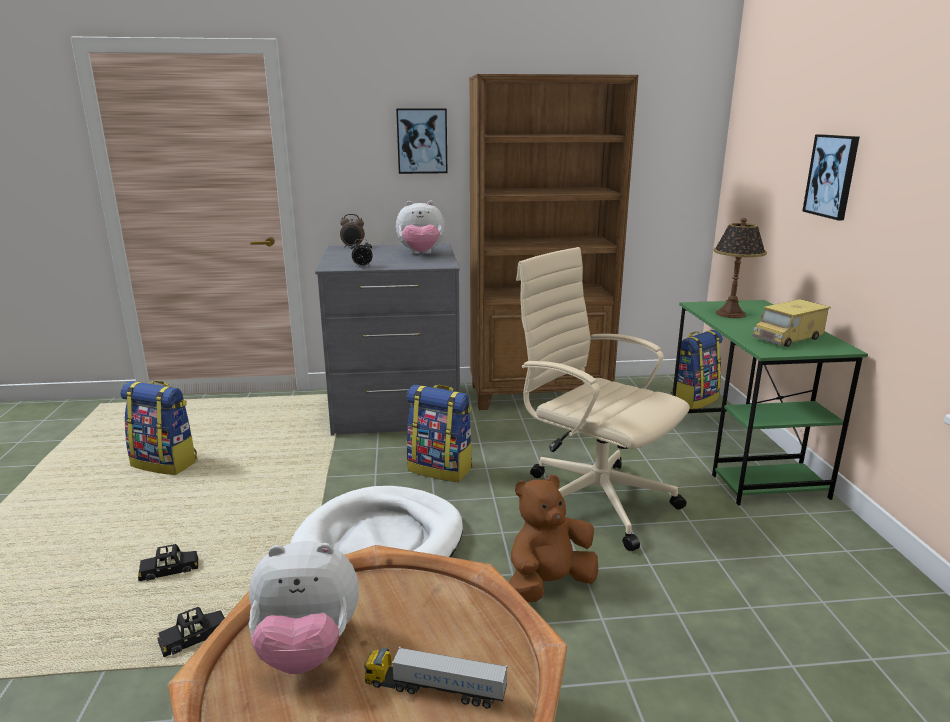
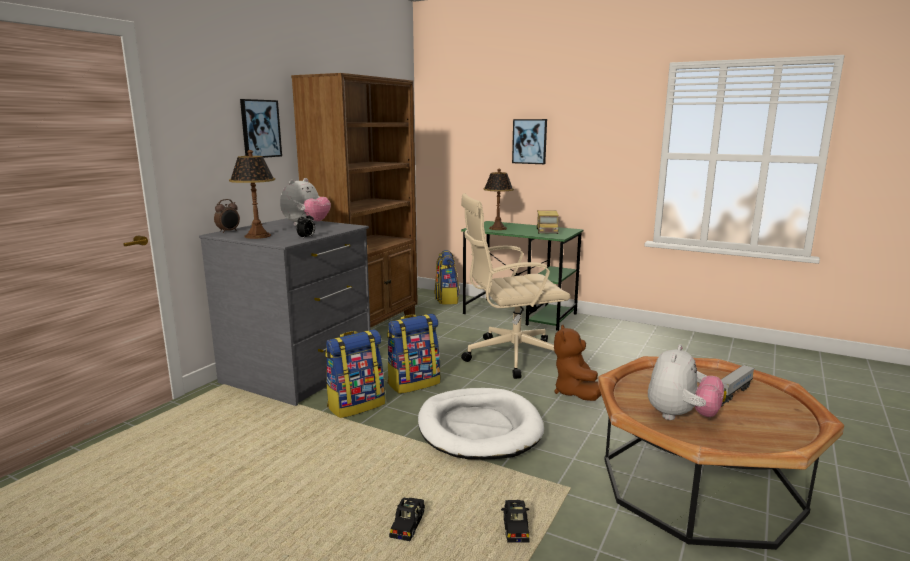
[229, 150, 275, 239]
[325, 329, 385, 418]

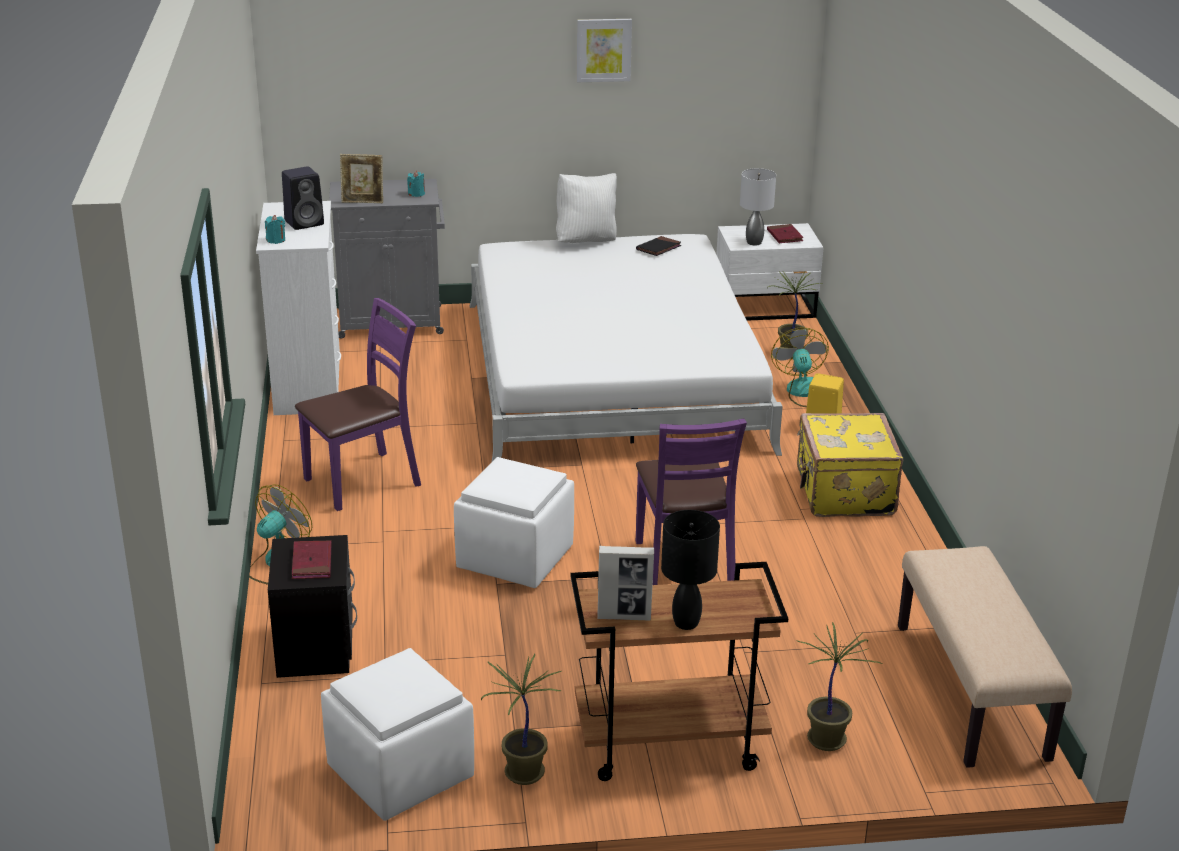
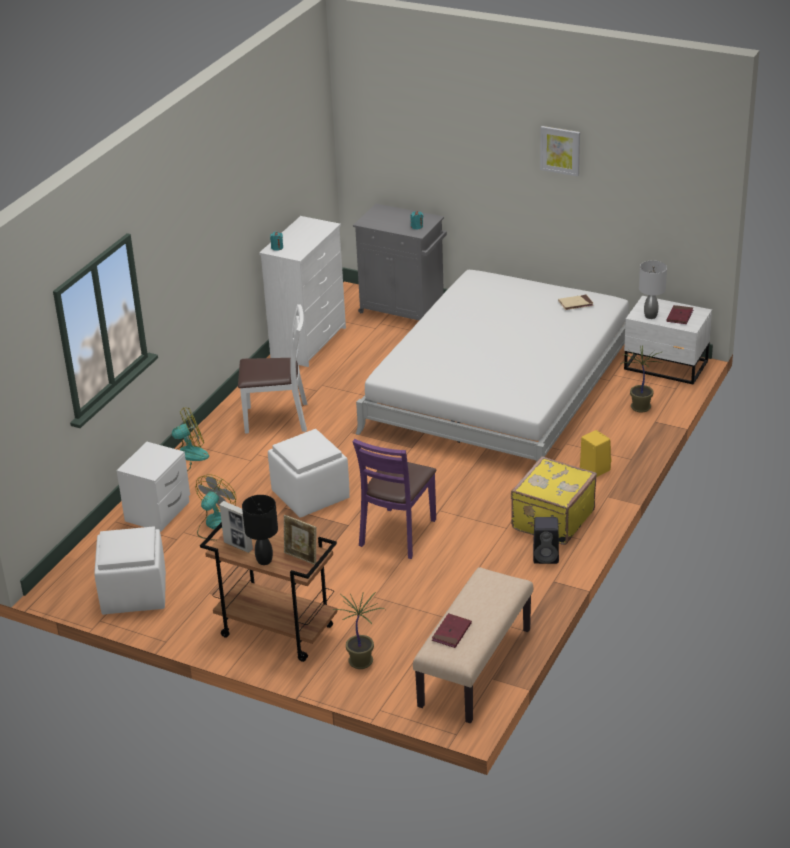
[117, 442, 190, 532]
[196, 474, 236, 541]
[238, 304, 307, 434]
[284, 515, 316, 565]
[432, 613, 472, 648]
[533, 517, 559, 564]
[558, 295, 594, 310]
[481, 654, 562, 785] (first image)
[556, 173, 617, 243] (first image)

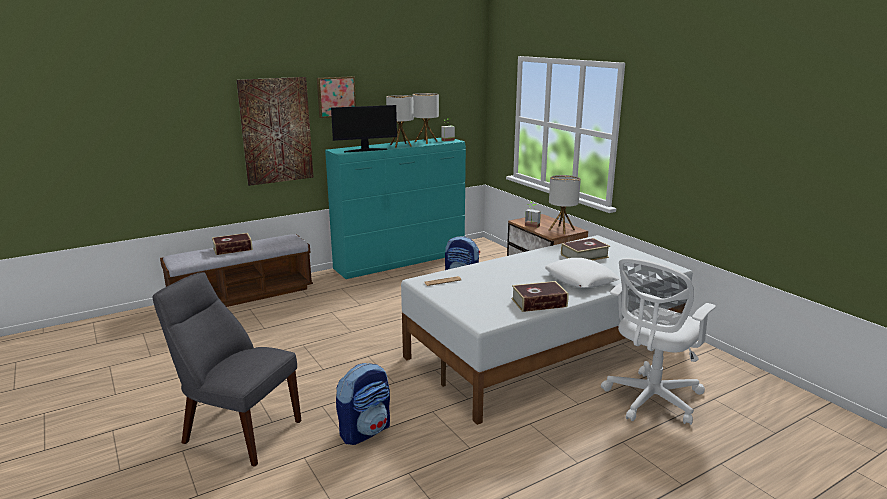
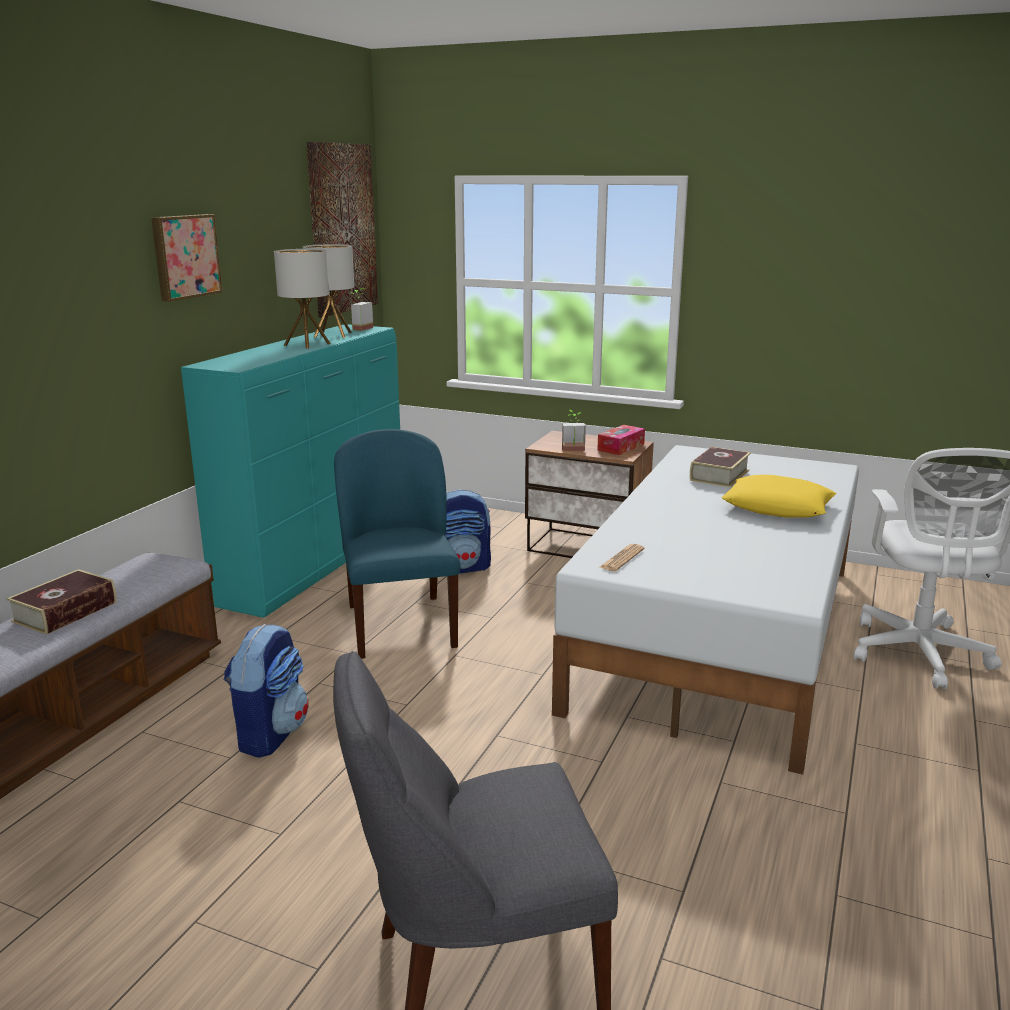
[224, 624, 309, 758]
[306, 142, 378, 317]
[334, 429, 461, 659]
[597, 425, 645, 455]
[722, 475, 836, 518]
[331, 105, 397, 152] (first image)
[511, 281, 568, 312] (first image)

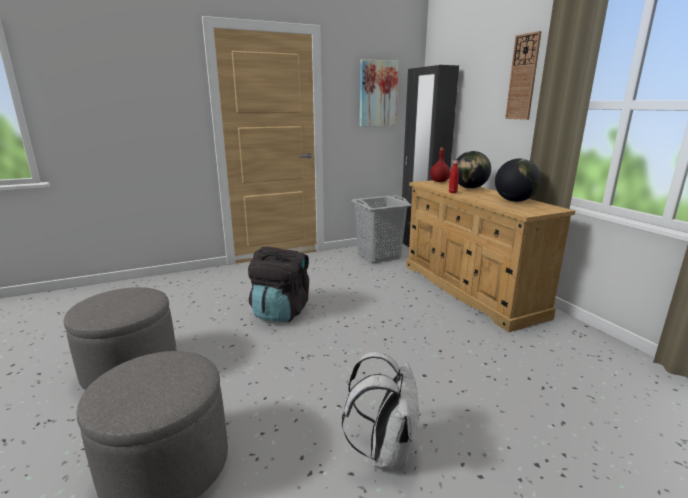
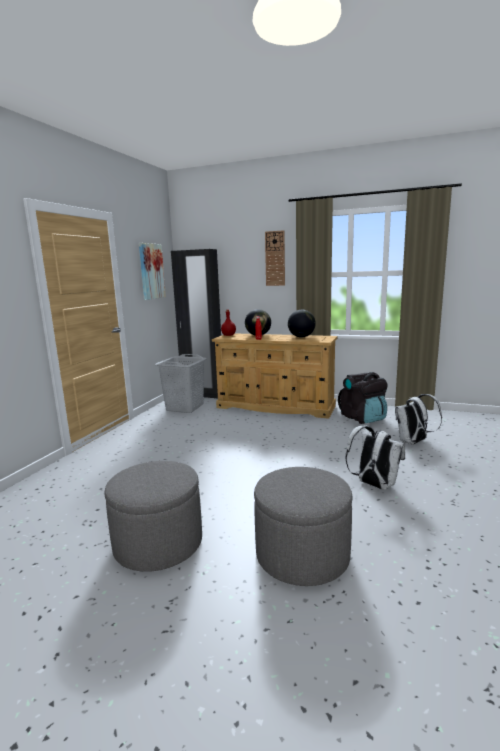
[338, 372, 387, 424]
[395, 394, 442, 445]

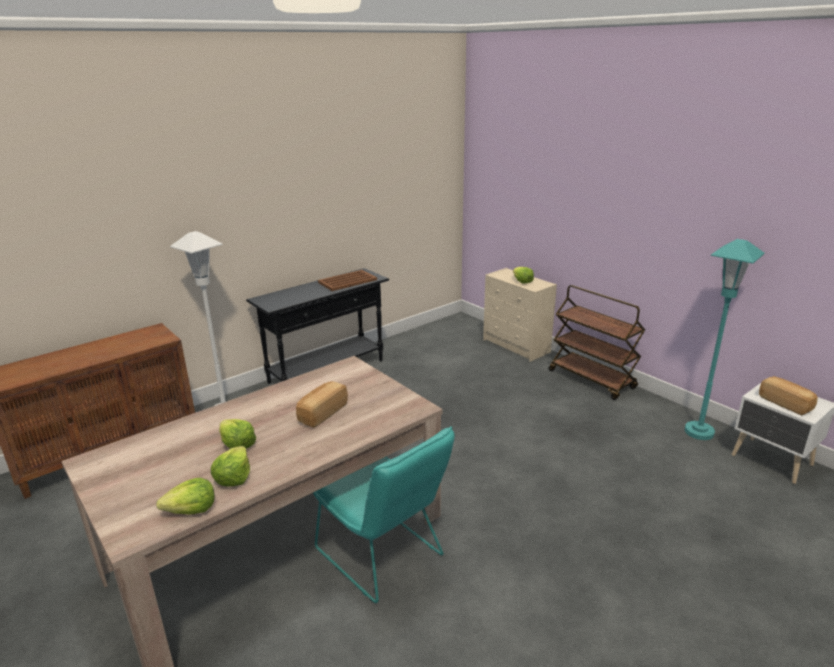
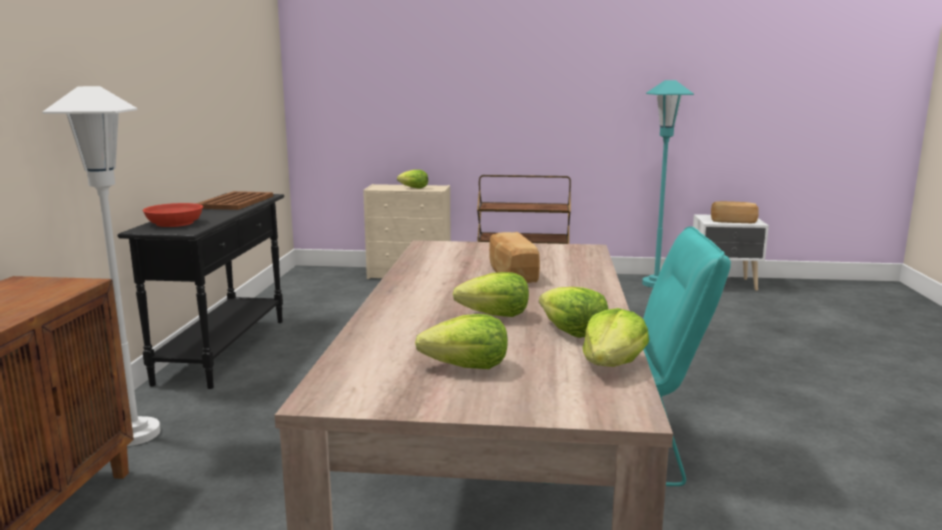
[142, 203, 203, 227]
[415, 314, 508, 369]

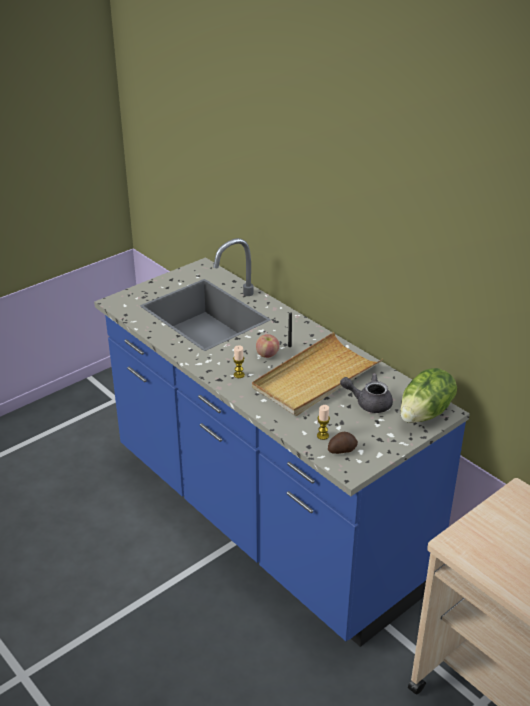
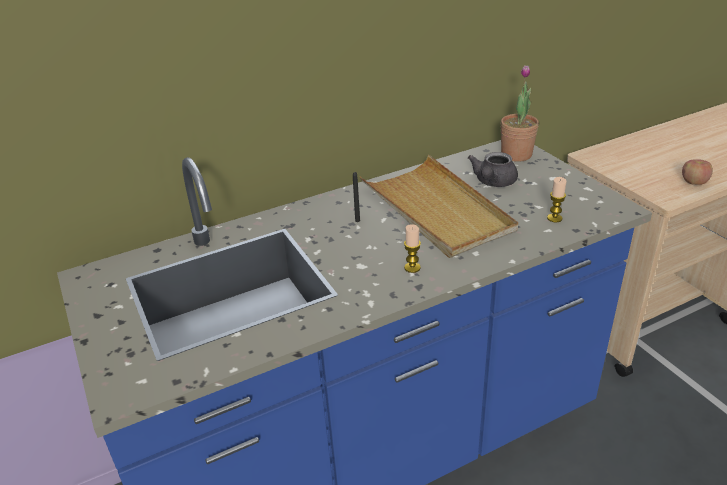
[501, 65, 539, 162]
[682, 159, 713, 185]
[328, 432, 358, 454] (first image)

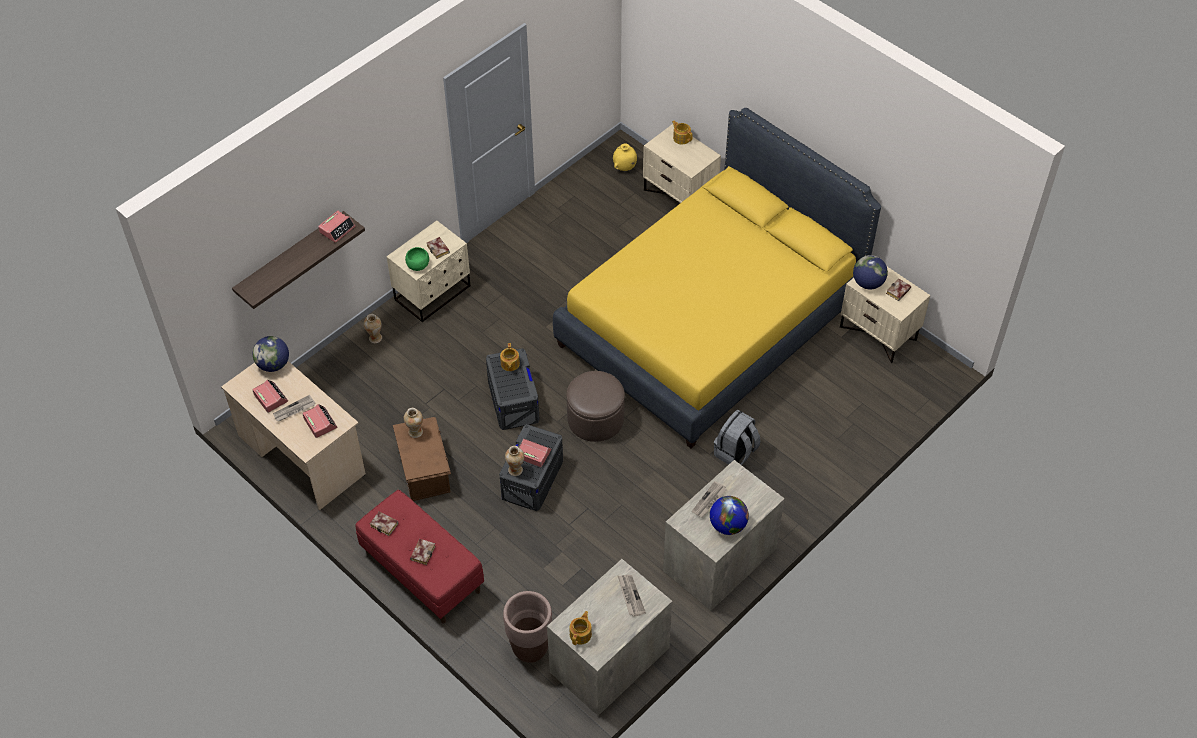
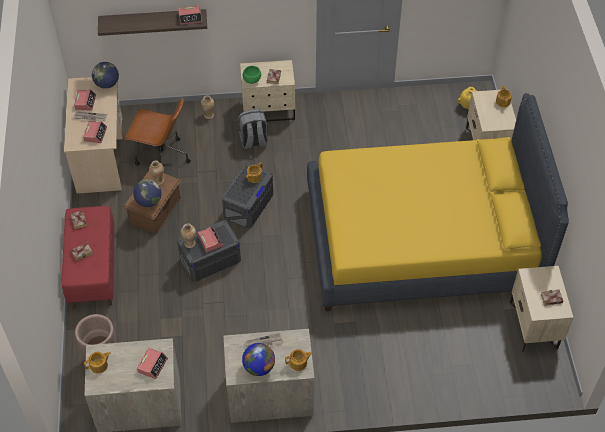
[125, 98, 191, 166]
[133, 179, 162, 207]
[137, 348, 168, 379]
[238, 109, 268, 149]
[285, 349, 313, 371]
[566, 371, 625, 442] (first image)

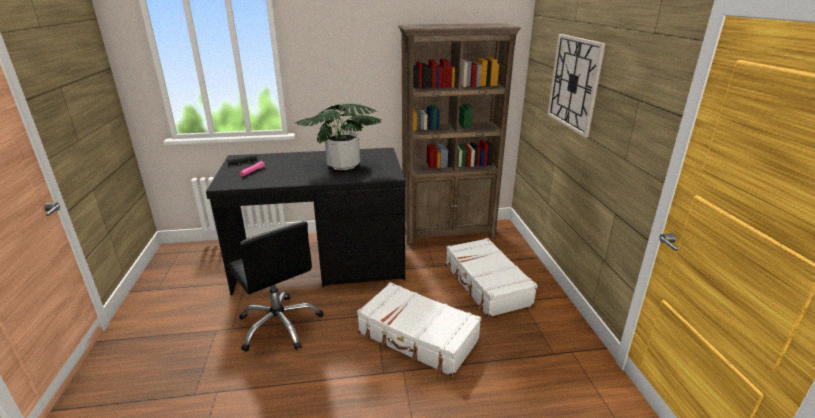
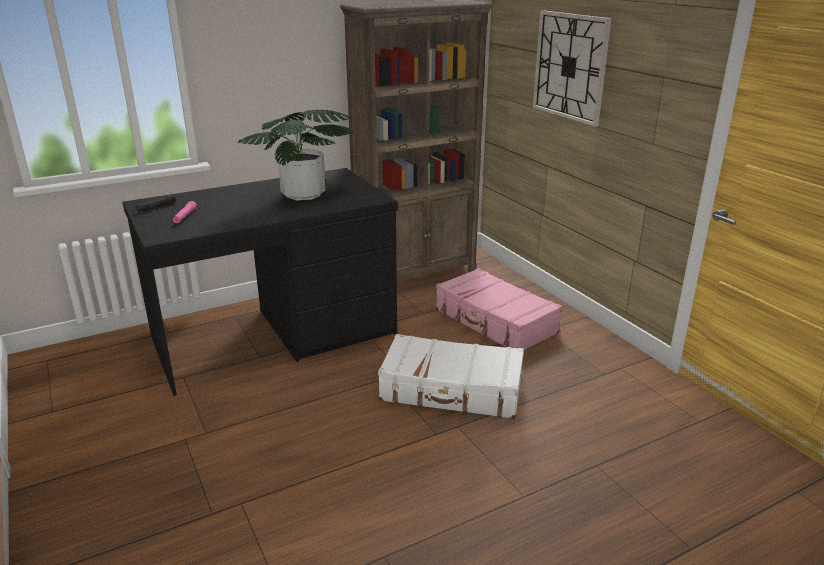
[436, 268, 562, 350]
[227, 221, 323, 352] (first image)

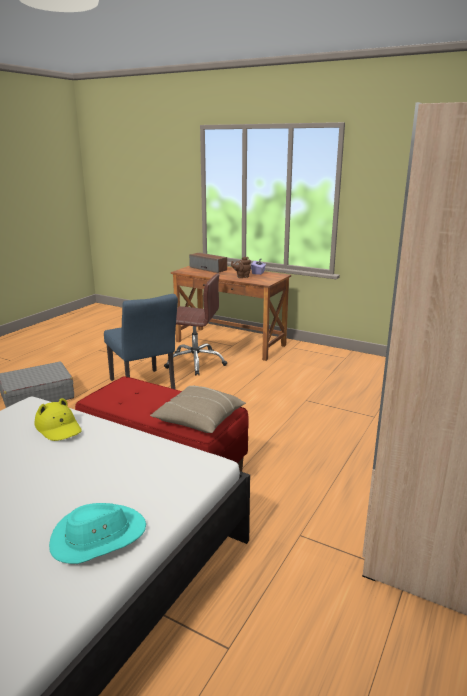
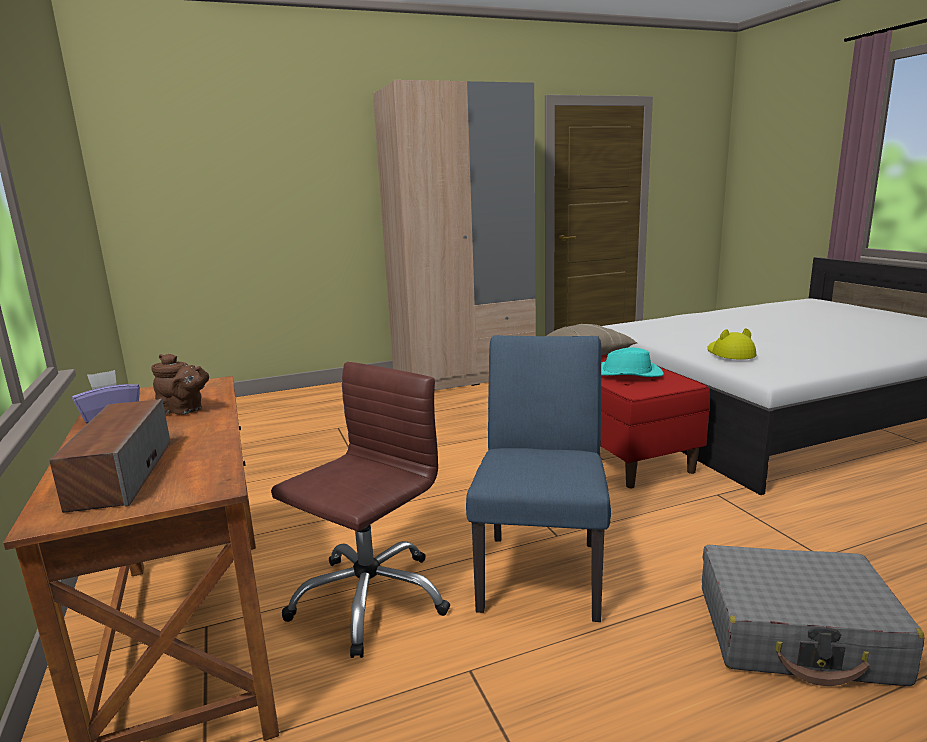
[271, 362, 450, 658]
[601, 347, 664, 377]

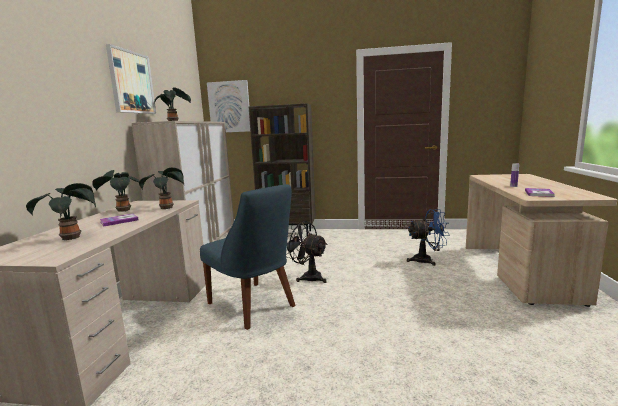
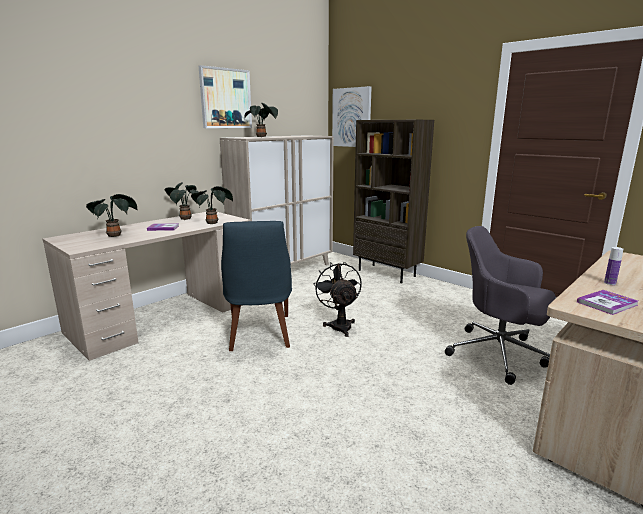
[445, 226, 556, 385]

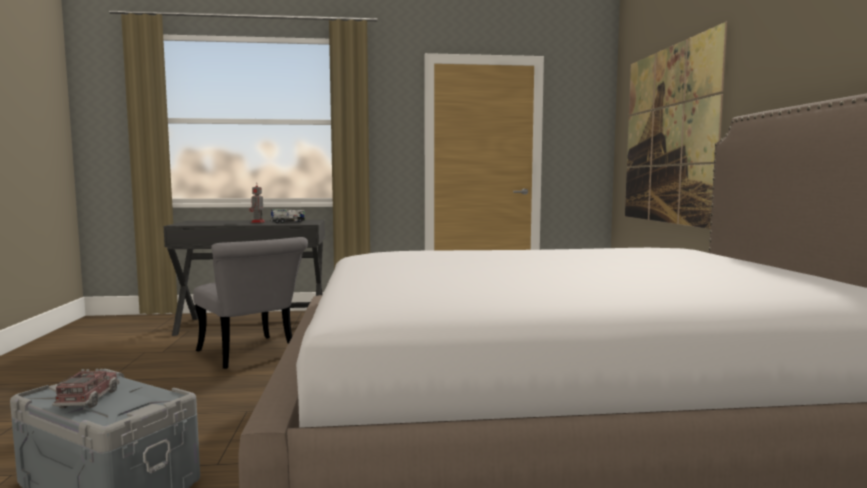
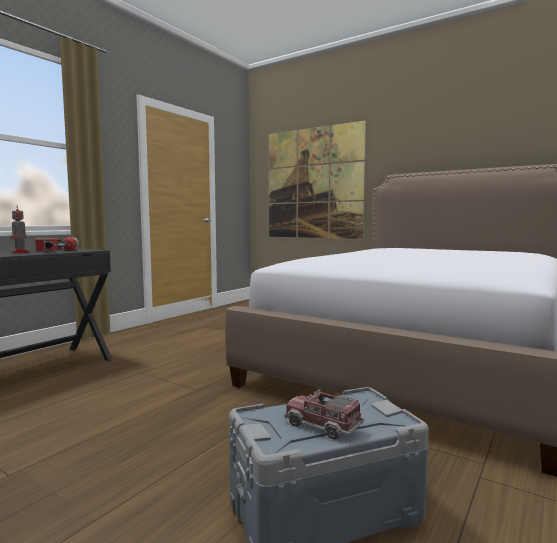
[35, 237, 79, 252]
[193, 237, 308, 369] (first image)

